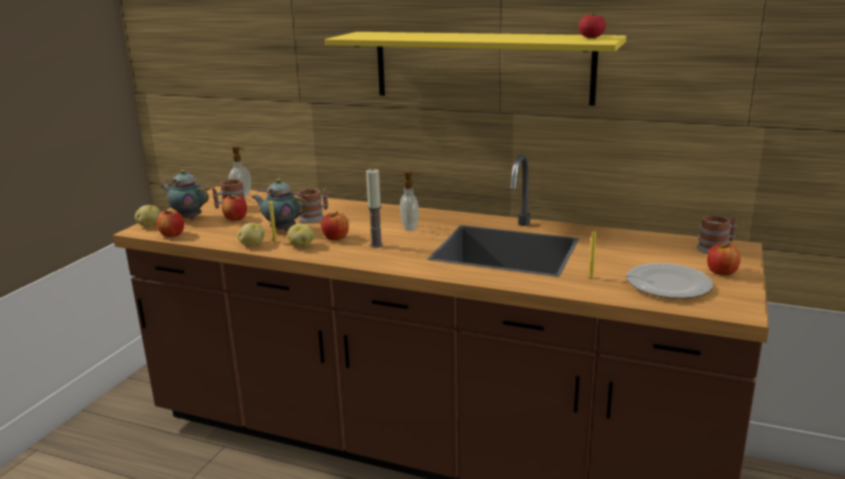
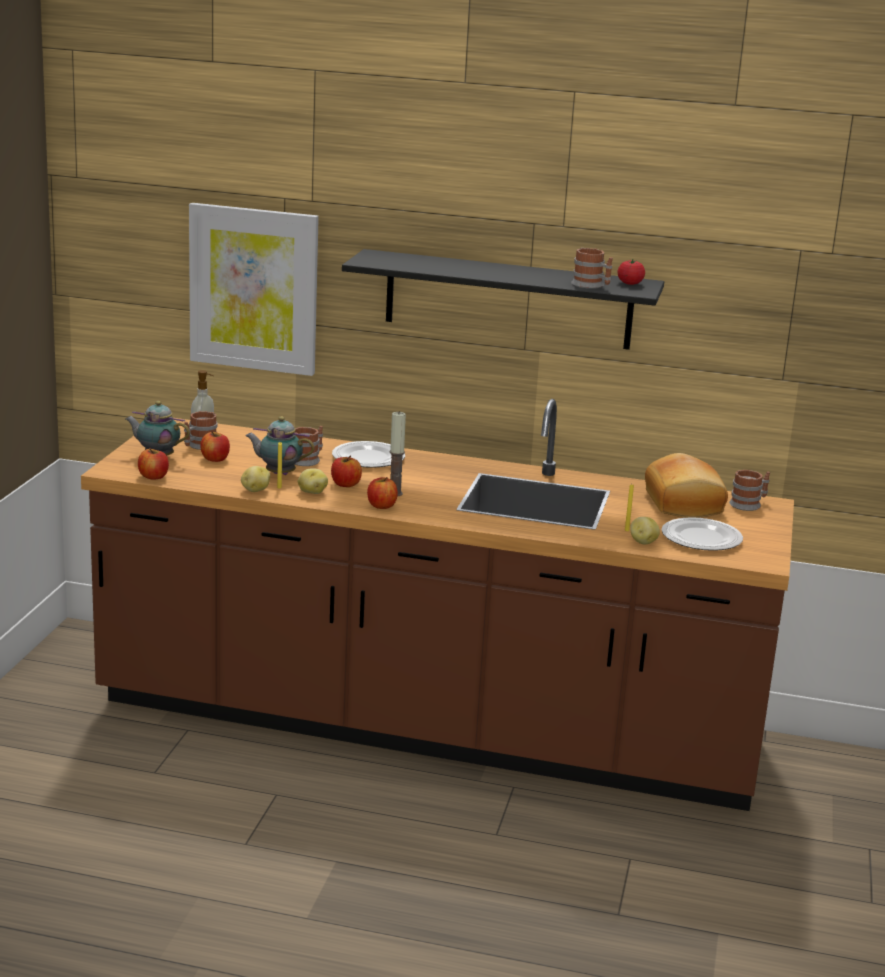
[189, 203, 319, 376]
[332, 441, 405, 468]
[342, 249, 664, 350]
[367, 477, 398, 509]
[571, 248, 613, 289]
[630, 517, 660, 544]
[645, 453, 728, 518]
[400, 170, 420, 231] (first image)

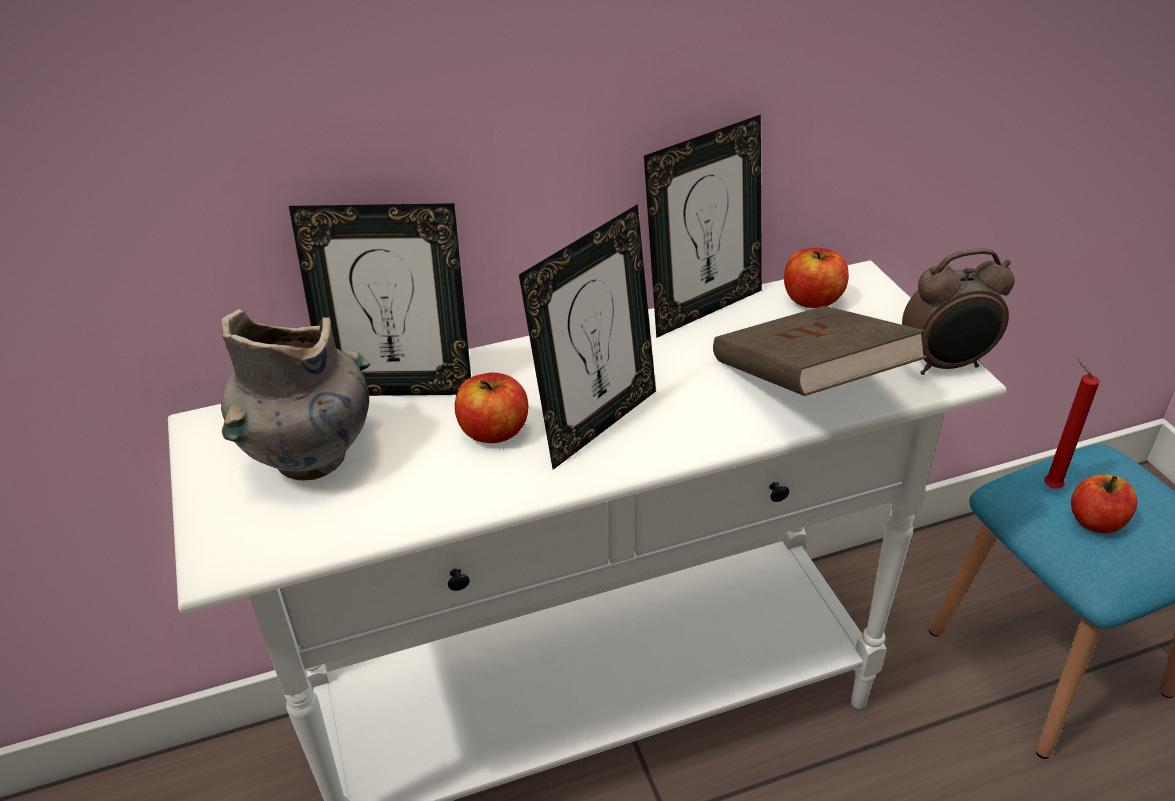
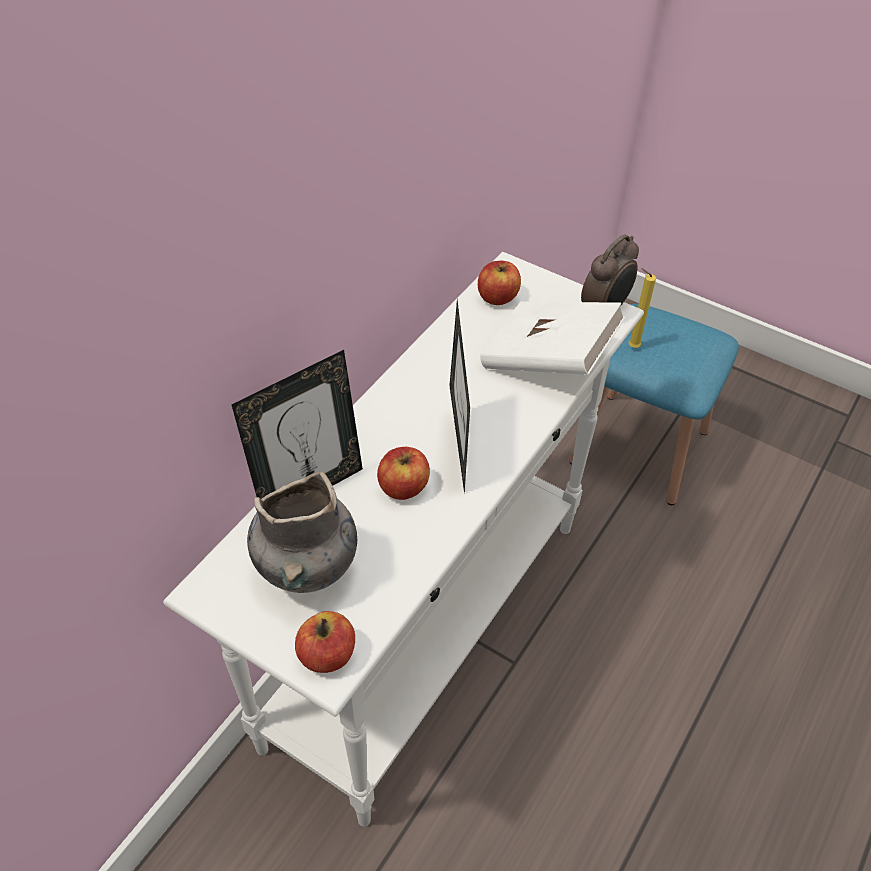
[295, 611, 355, 673]
[480, 301, 625, 375]
[628, 268, 656, 348]
[644, 114, 762, 338] (first image)

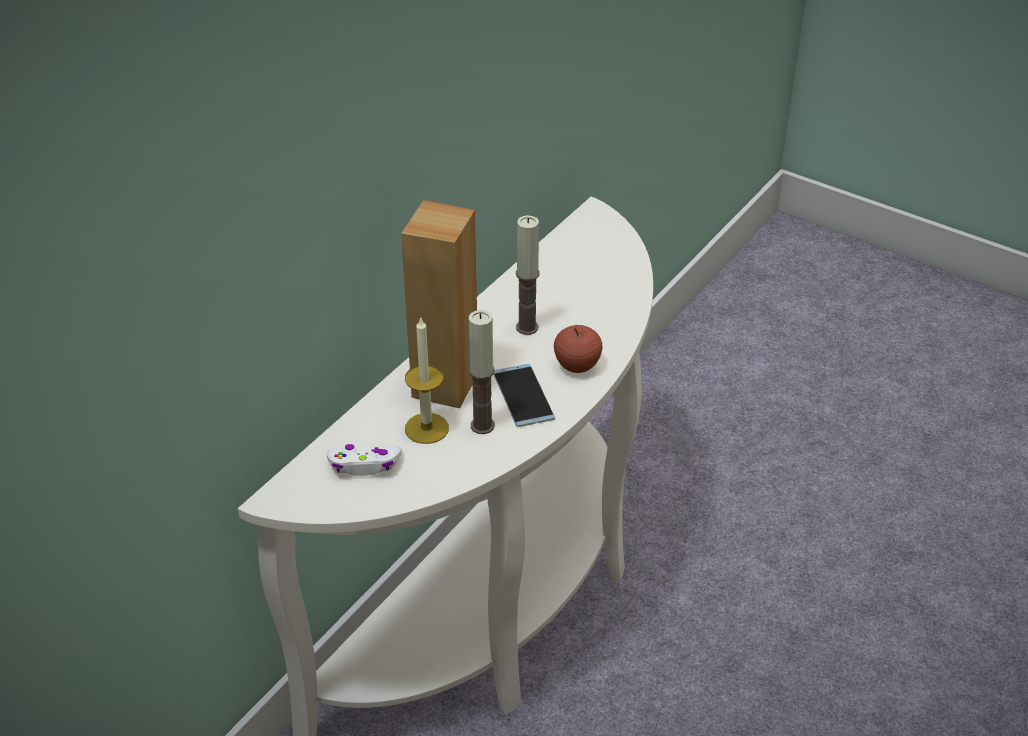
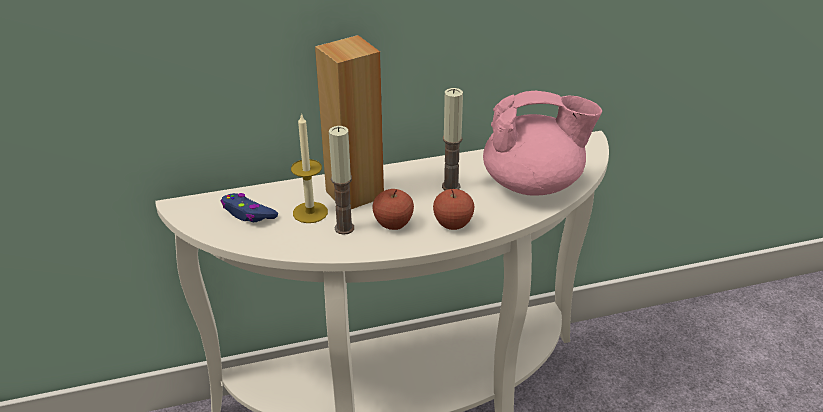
[221, 193, 278, 222]
[372, 189, 414, 230]
[483, 91, 602, 196]

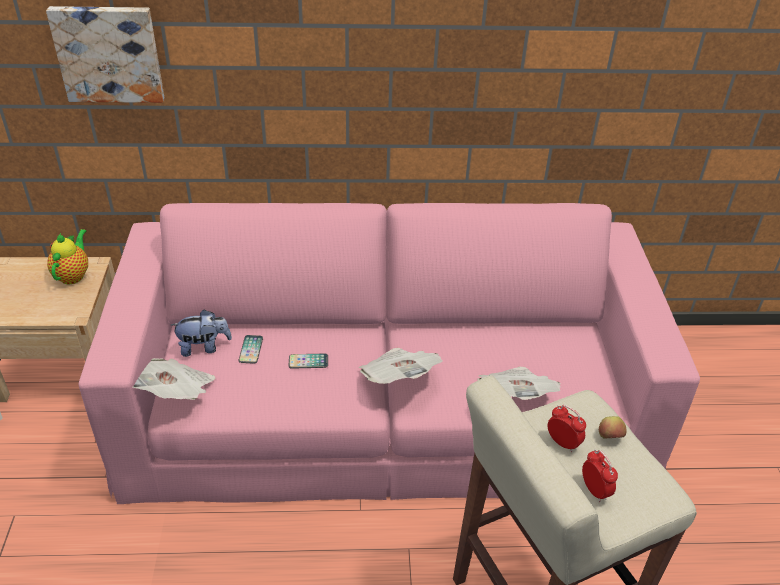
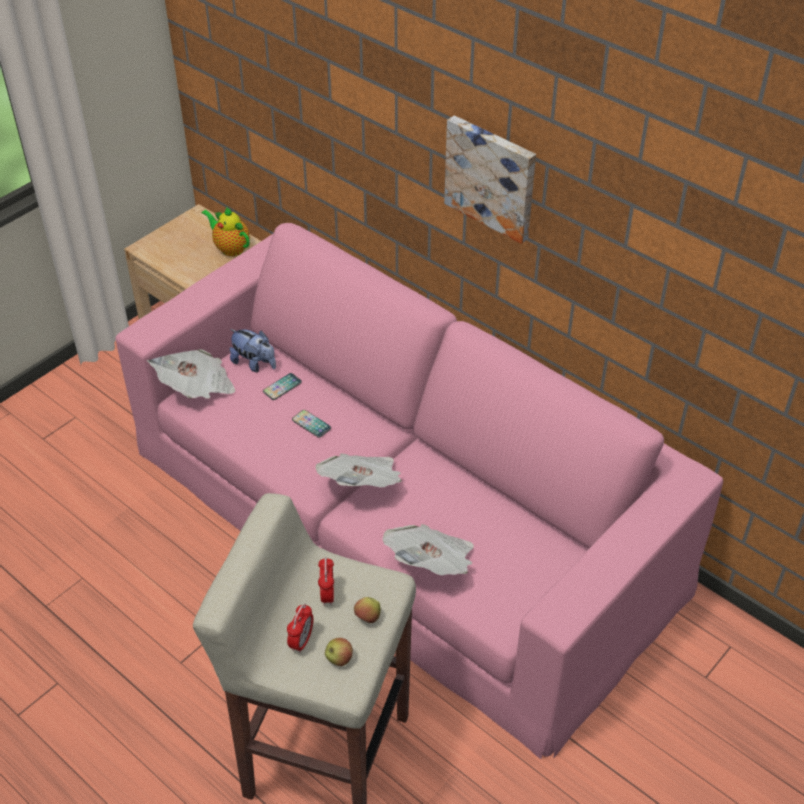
[201, 206, 250, 256]
[325, 638, 353, 666]
[444, 116, 536, 244]

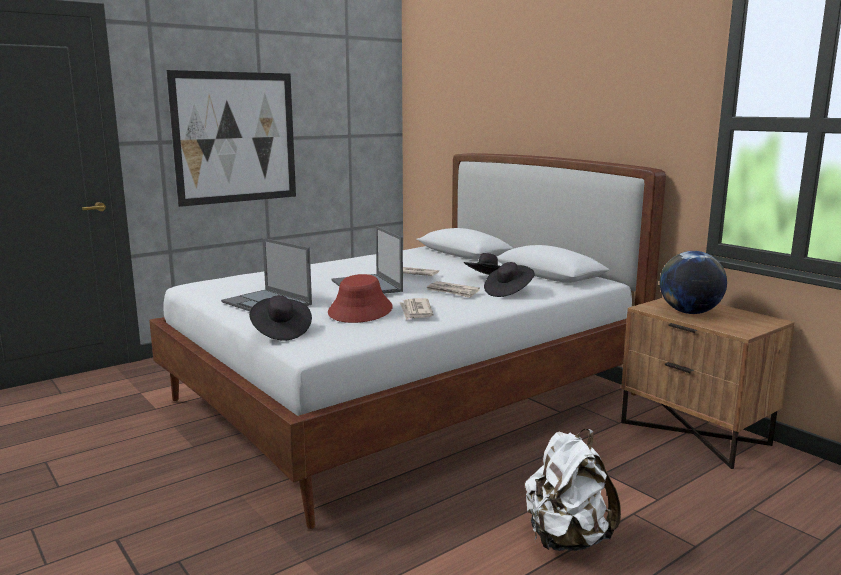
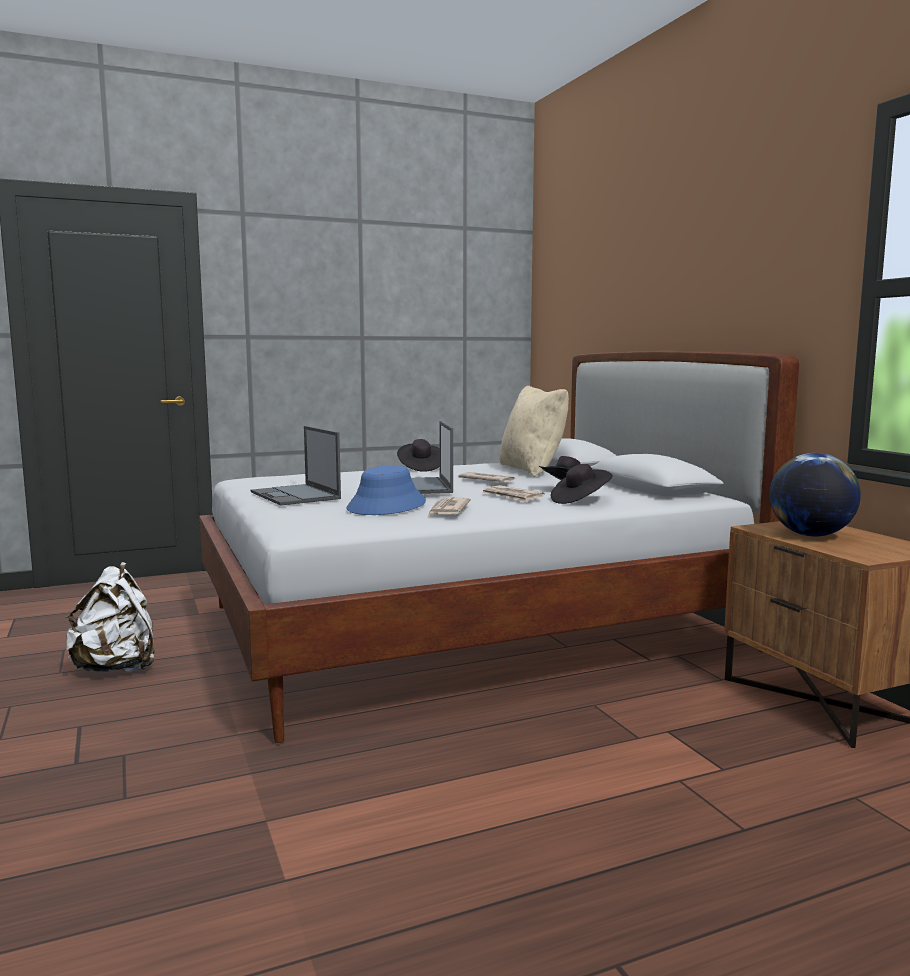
[65, 562, 154, 672]
[347, 465, 426, 515]
[397, 439, 440, 472]
[499, 385, 569, 477]
[166, 70, 296, 207] (first image)

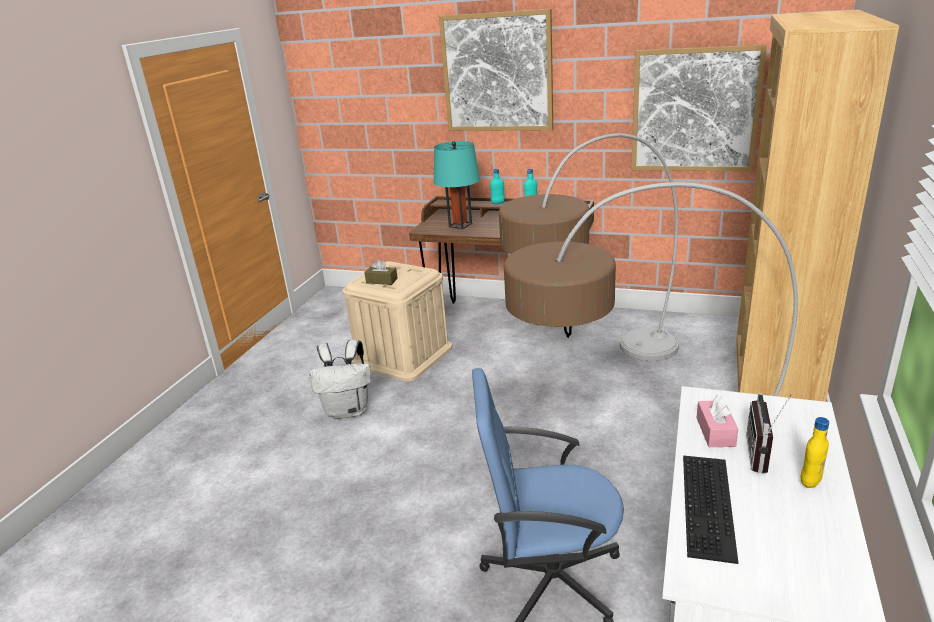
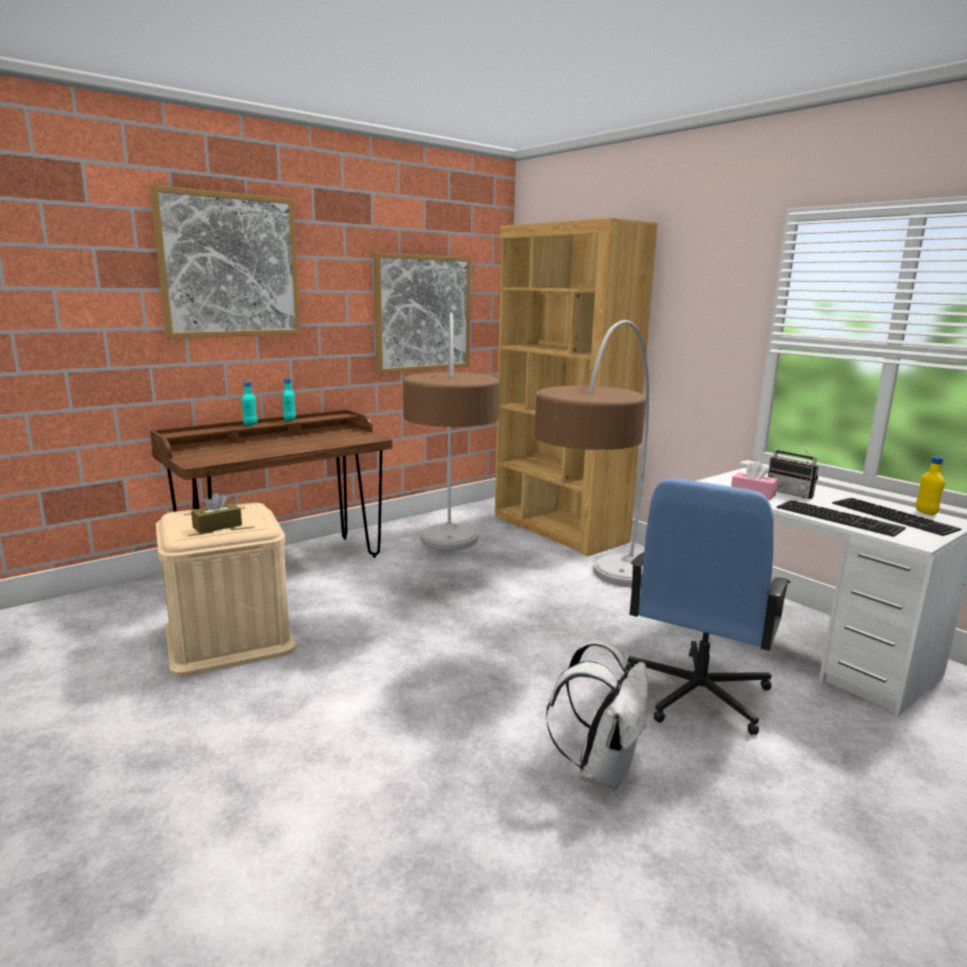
[546, 640, 648, 790]
[832, 498, 961, 536]
[915, 456, 945, 515]
[434, 141, 480, 229] (first image)

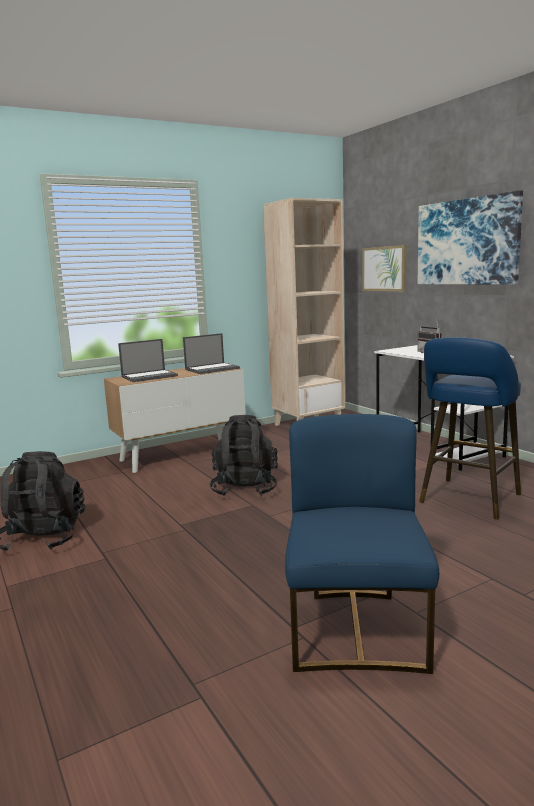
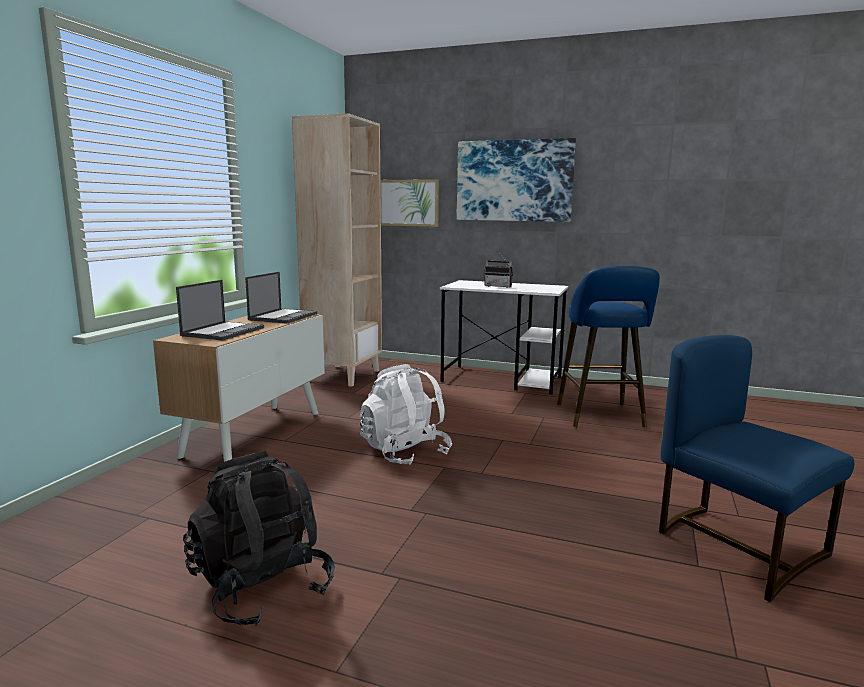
[359, 364, 452, 465]

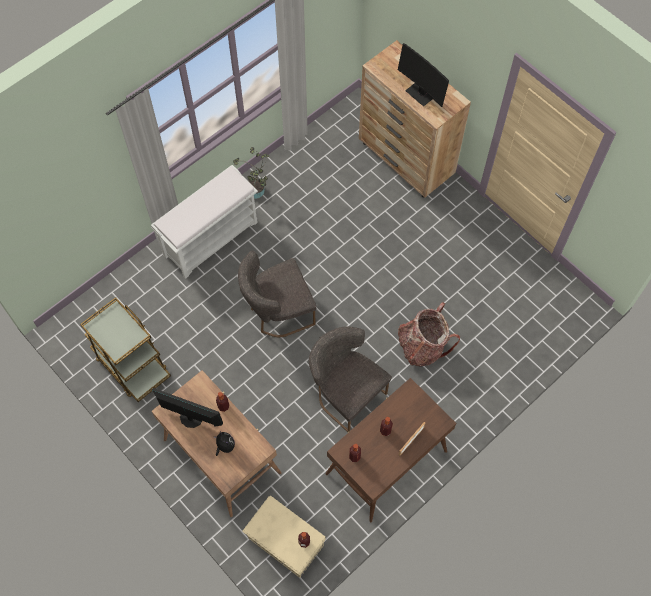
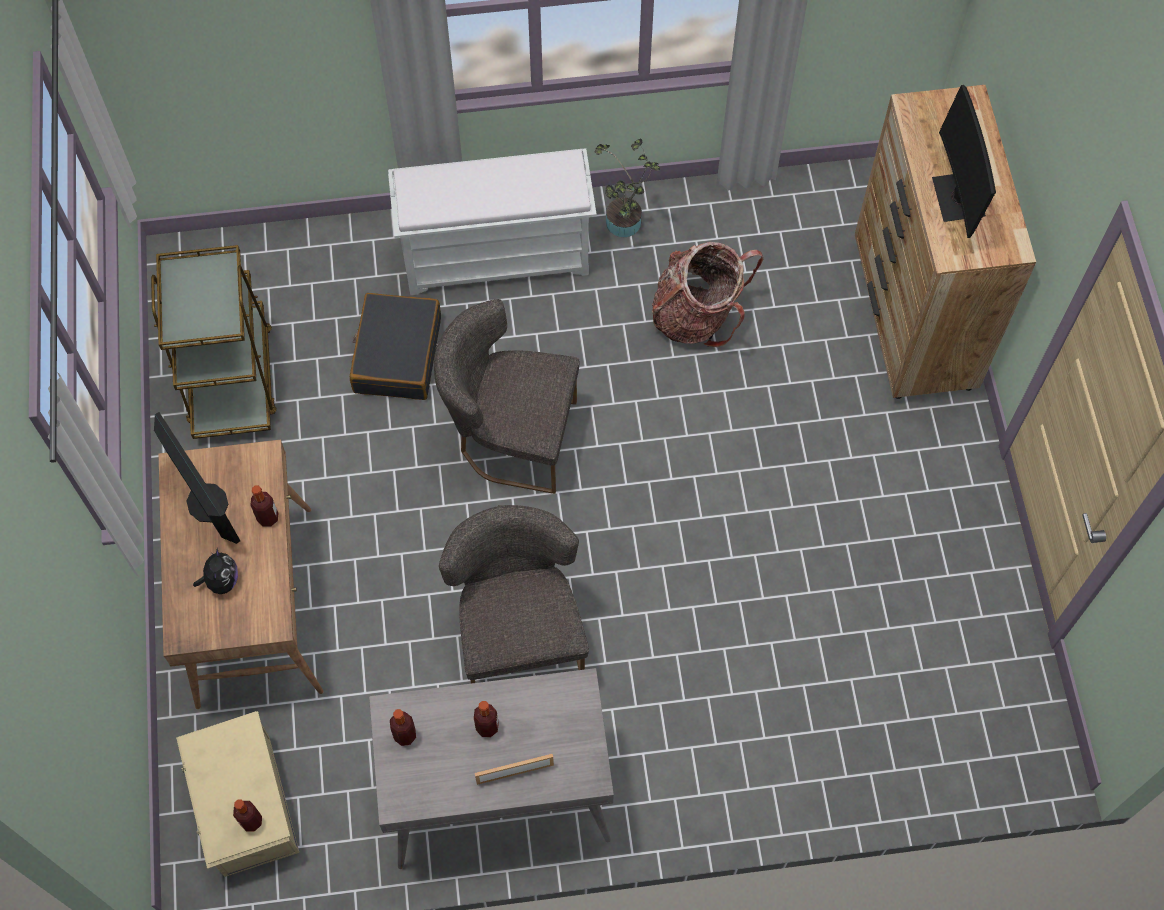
[350, 293, 441, 400]
[369, 668, 614, 869]
[652, 242, 763, 347]

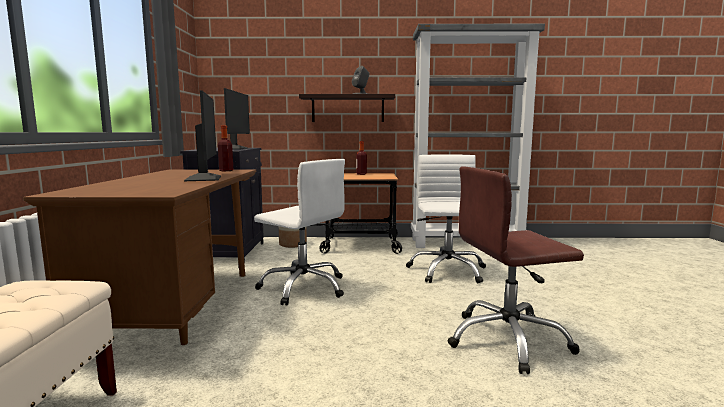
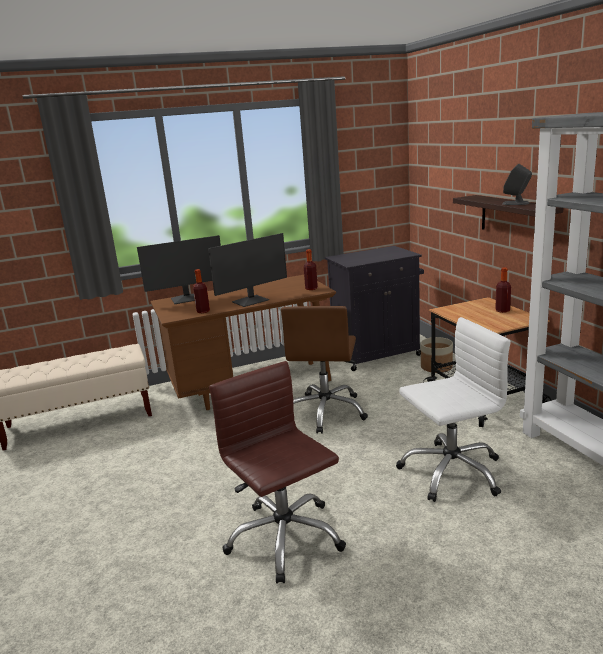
[137, 235, 221, 304]
[193, 269, 210, 313]
[281, 306, 368, 434]

